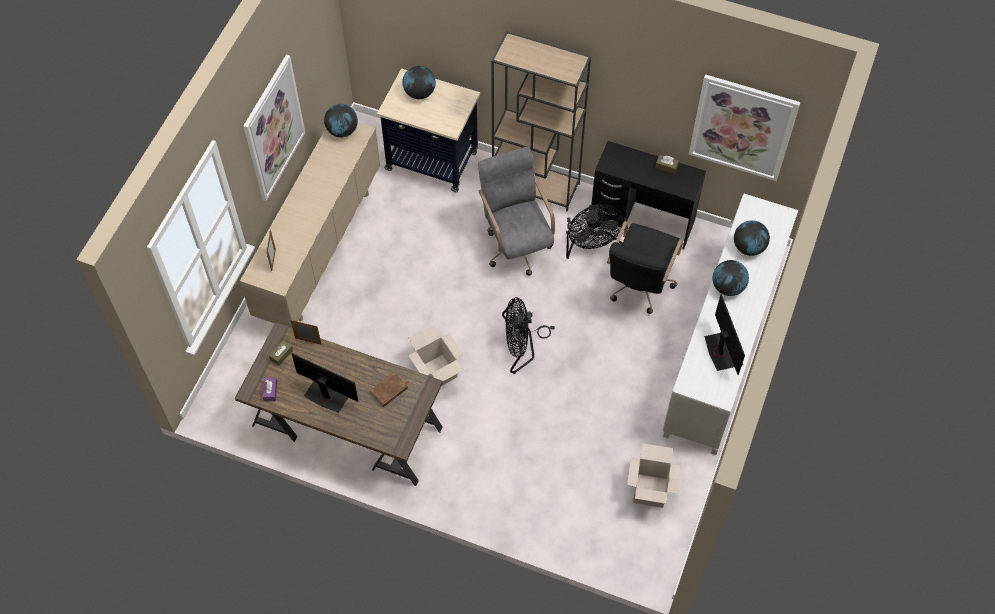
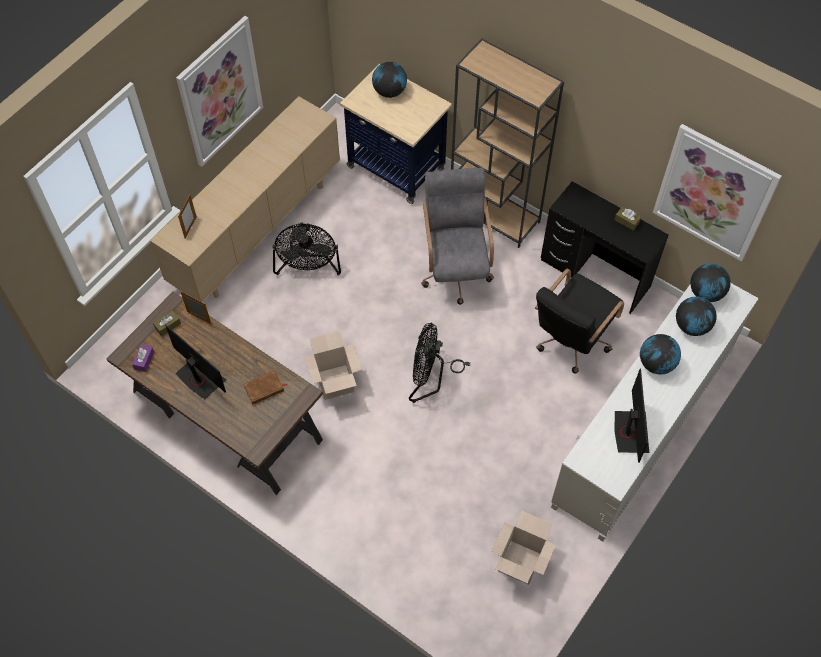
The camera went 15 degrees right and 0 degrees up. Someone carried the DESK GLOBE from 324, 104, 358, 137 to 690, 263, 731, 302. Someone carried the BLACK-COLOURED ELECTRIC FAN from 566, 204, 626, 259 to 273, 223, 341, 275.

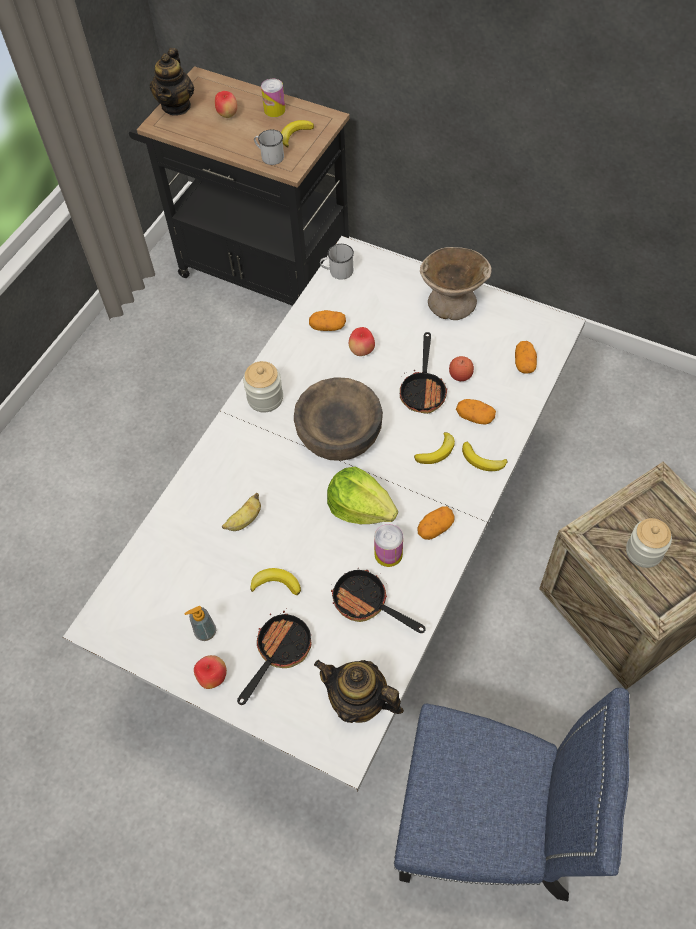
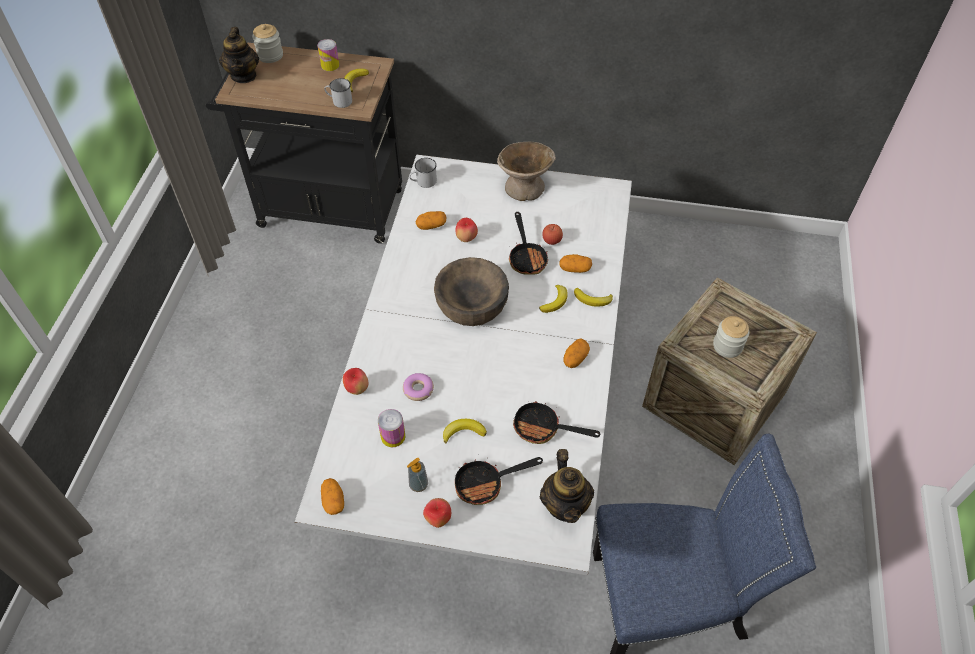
The camera went 20 degrees left and 5 degrees down. Someone carried the APPLE FRUIT from 215, 91, 237, 118 to 343, 368, 369, 395. Someone carried the SPUD from 515, 341, 537, 374 to 321, 478, 344, 515. Someone carried the PRESERVE JAR from 243, 361, 283, 413 to 252, 24, 283, 63. Someone took away the LETTUCE at 327, 467, 398, 524. Someone swapped the WHOLE BANANA at 222, 493, 261, 531 for the DONUT at 403, 373, 434, 401. Someone carried the SEALED CAN from 374, 524, 403, 567 to 378, 409, 405, 447. Someone rotated the PAN at 237, 611, 312, 705 by 120 degrees counterclockwise. Someone rotated the TEAPOT at 314, 660, 404, 723 by 105 degrees counterclockwise.

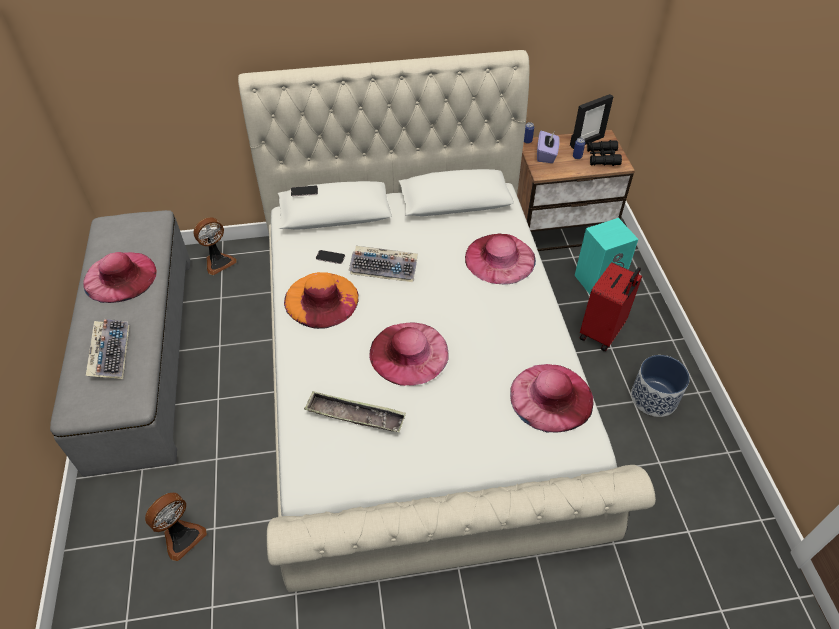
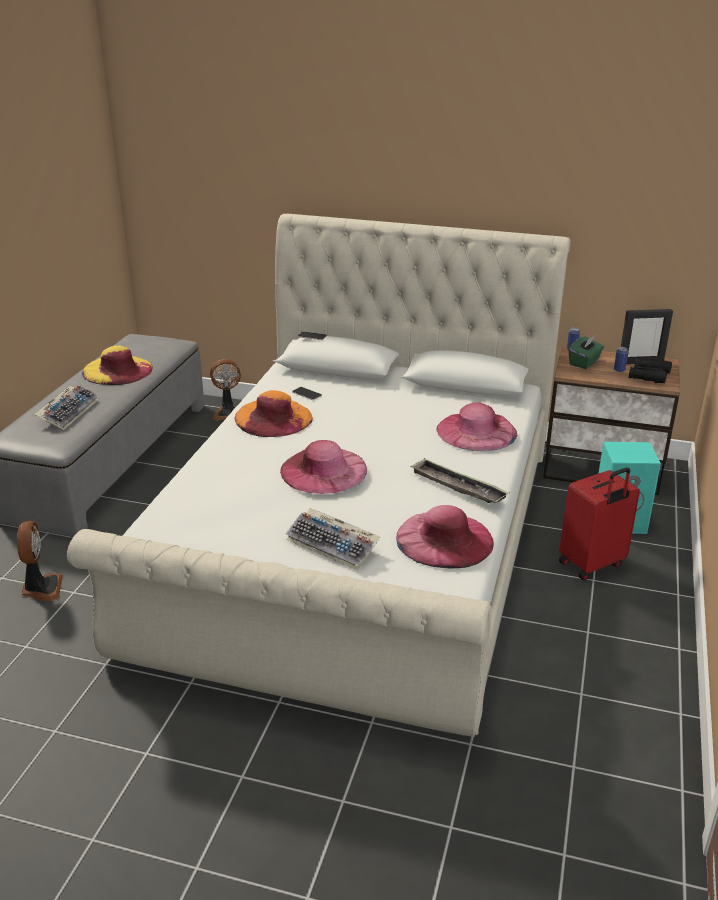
The camera went 25 degrees right and 20 degrees down. Someone repainted the PURPLISH TISSUE HOLDER at 537, 131, 560, 163, which became the GREEN-COLOURED TISSUE HOLDER at 569, 335, 604, 369. Someone carried the KEYBOARD from 349, 246, 418, 282 to 285, 508, 380, 570. Someone repainted the PINKISH CLOTHING HAT at 83, 252, 157, 303, which became the YELLOWISH CLOTHING HAT at 82, 345, 153, 385. Someone took away the PLANT POT at 631, 355, 690, 417. Someone carried the CARRYING TRAY from 304, 391, 406, 432 to 410, 458, 510, 503. Someone rotated the ELECTRIC FAN at 145, 493, 207, 561 by 75 degrees counterclockwise.

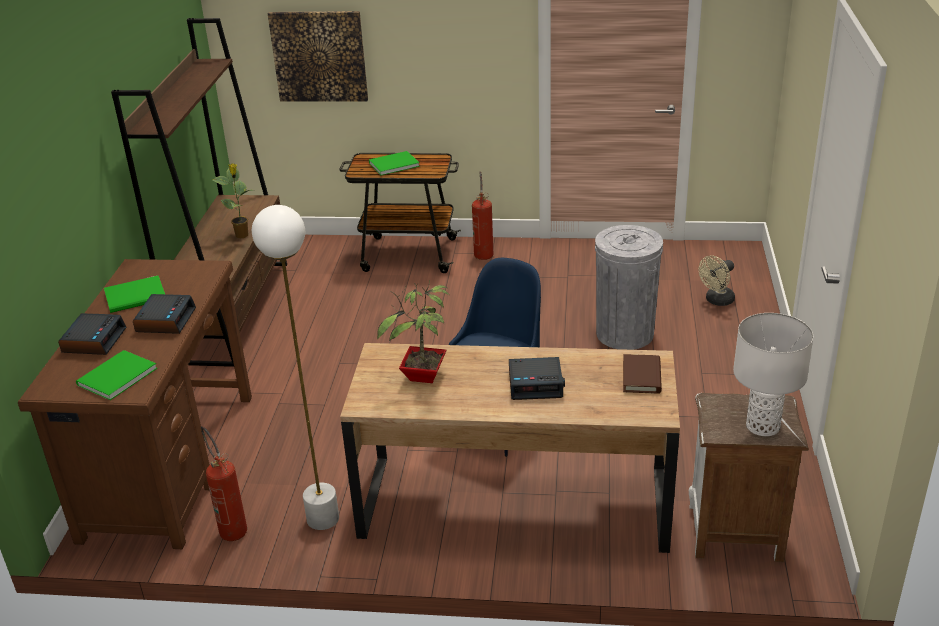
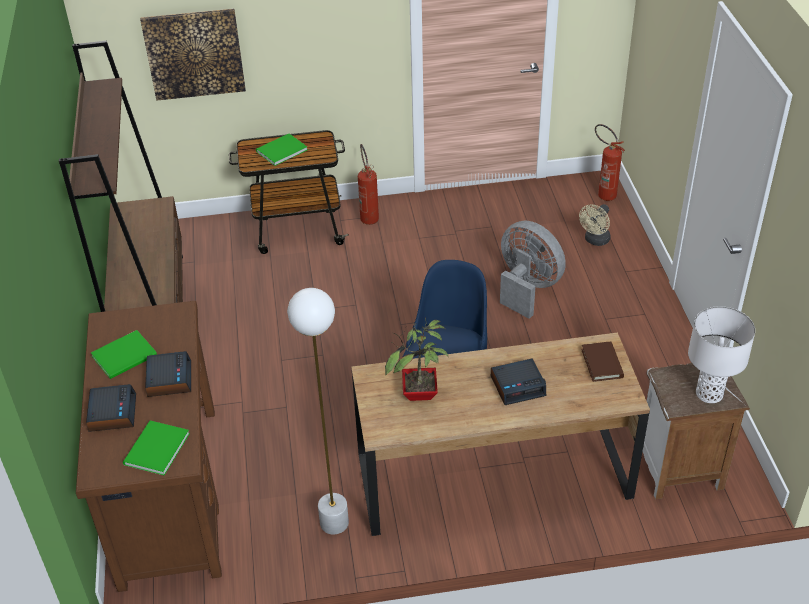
The camera went 15 degrees left and 10 degrees up. Someone took away the HOUSEPLANT at 213, 164, 254, 238. Someone swapped the GREYISH RUBBISH BIN at 595, 225, 663, 350 for the GREYISH ELECTRIC FAN at 500, 221, 566, 319. Someone carried the FIRE EXTINGUISHER from 201, 426, 247, 541 to 595, 124, 625, 201.

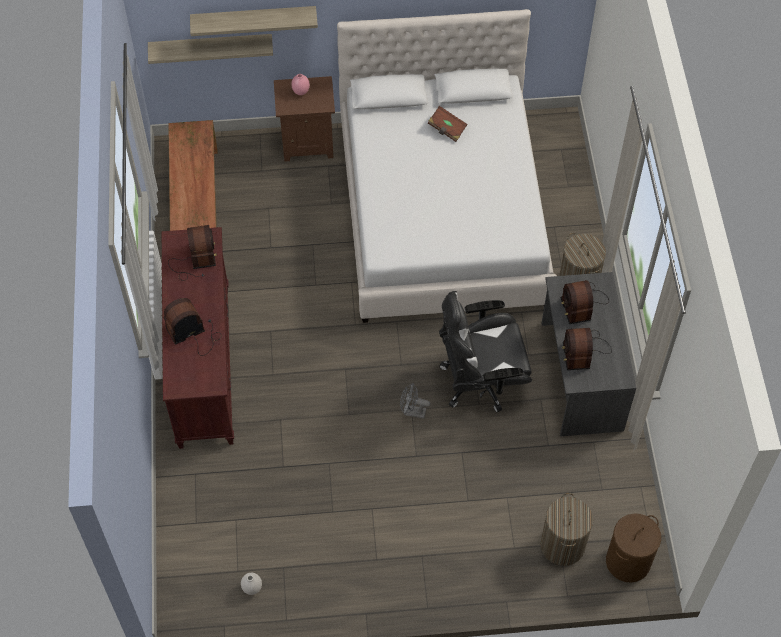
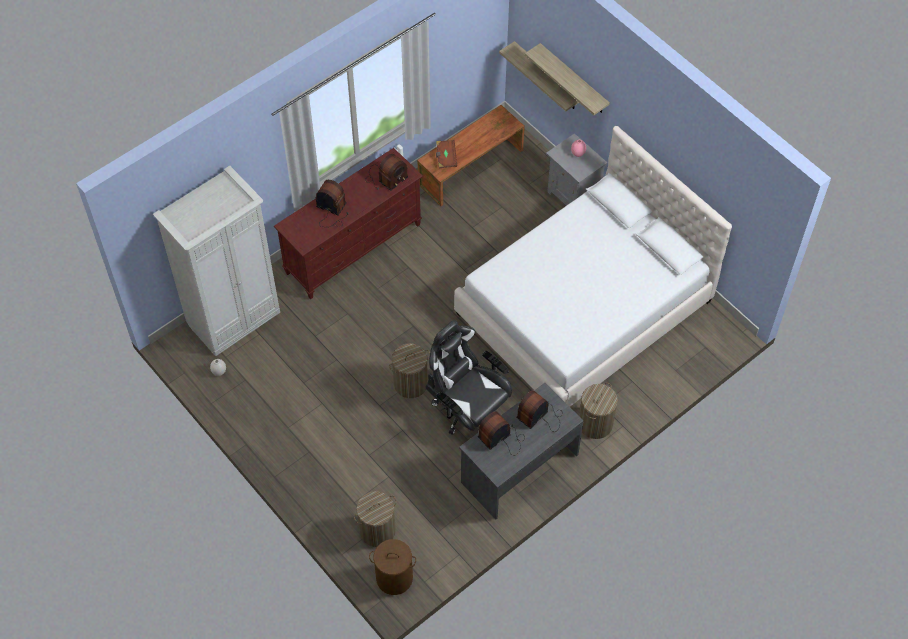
The camera went 55 degrees right and 0 degrees up. Someone repainted the BROWN BEDSIDE TABLE at 274, 76, 335, 161, which became the GREYISH BEDSIDE TABLE at 546, 133, 607, 206. Someone carried the BROWN BOUND BOOK from 428, 106, 468, 142 to 436, 140, 457, 168. Someone swapped the GREYISH ELECTRIC FAN at 400, 383, 430, 419 for the WASHING BASKET at 389, 343, 430, 398. Someone put down the WHITE-COLOURED CLOTHES CUPBOARD at 153, 166, 280, 356.

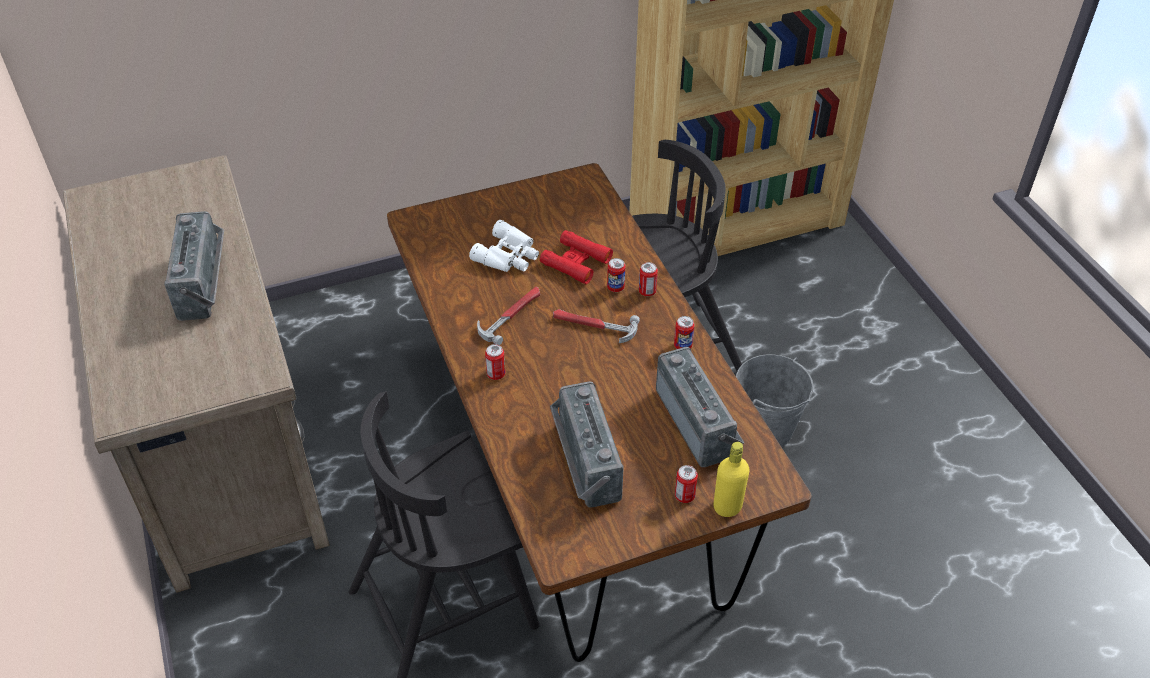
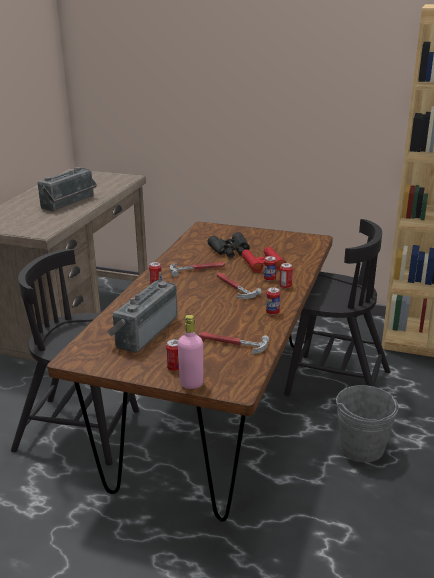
The camera went 40 degrees right and 20 degrees down. Someone repainted the WHITE-COLOURED BINOCULARS at 469, 220, 539, 272, which became the BLACK-COLOURED BINOCULARS at 208, 232, 250, 258. Someone swapped the RADIO SET at 656, 347, 744, 467 for the HAND HAMMER at 199, 332, 269, 354. Someone repainted the YELLOWISH BOTTLE at 713, 442, 750, 517, which became the PINKISH BOTTLE at 178, 315, 203, 389.

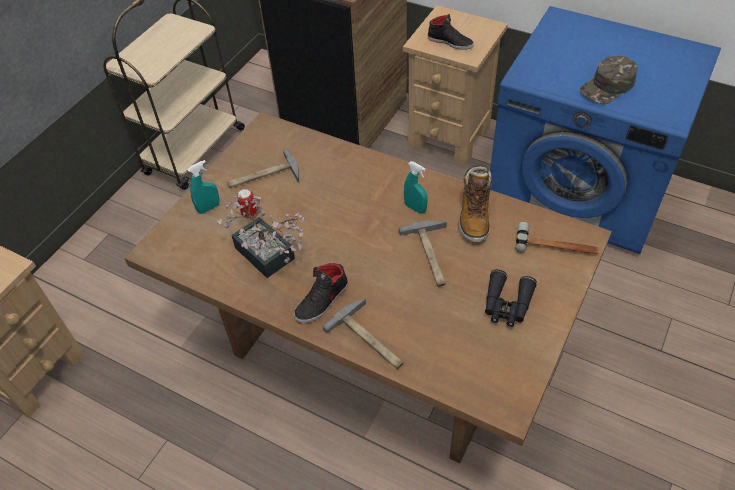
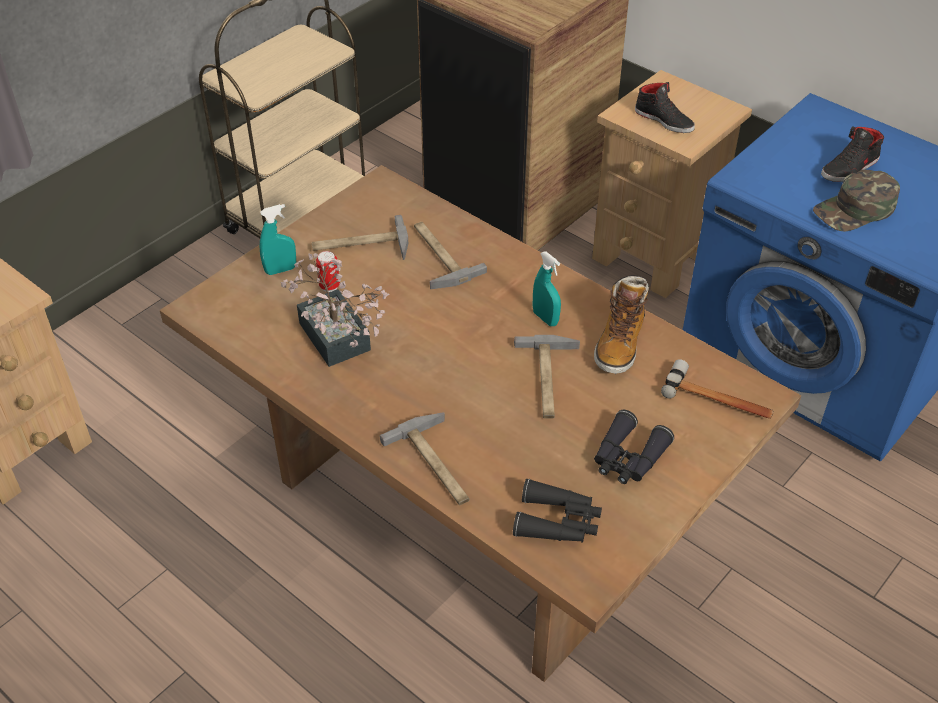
The camera went 10 degrees right and 5 degrees down. Someone carried the BLACK-COLOURED SHOE from 294, 263, 348, 323 to 821, 126, 884, 182. Someone put down the HAND HAMMER at 414, 222, 487, 289. Someone put down the BLACK-COLOURED BINOCULARS at 513, 479, 602, 543.

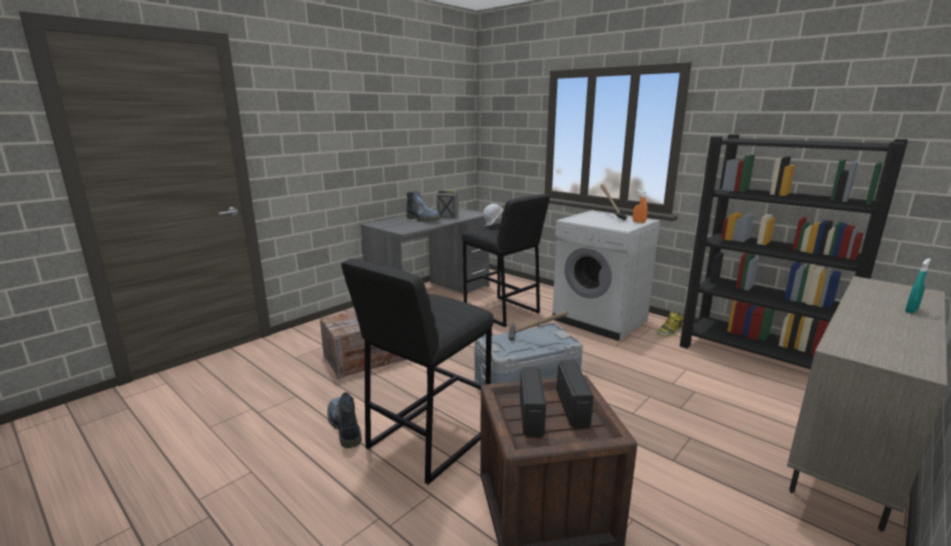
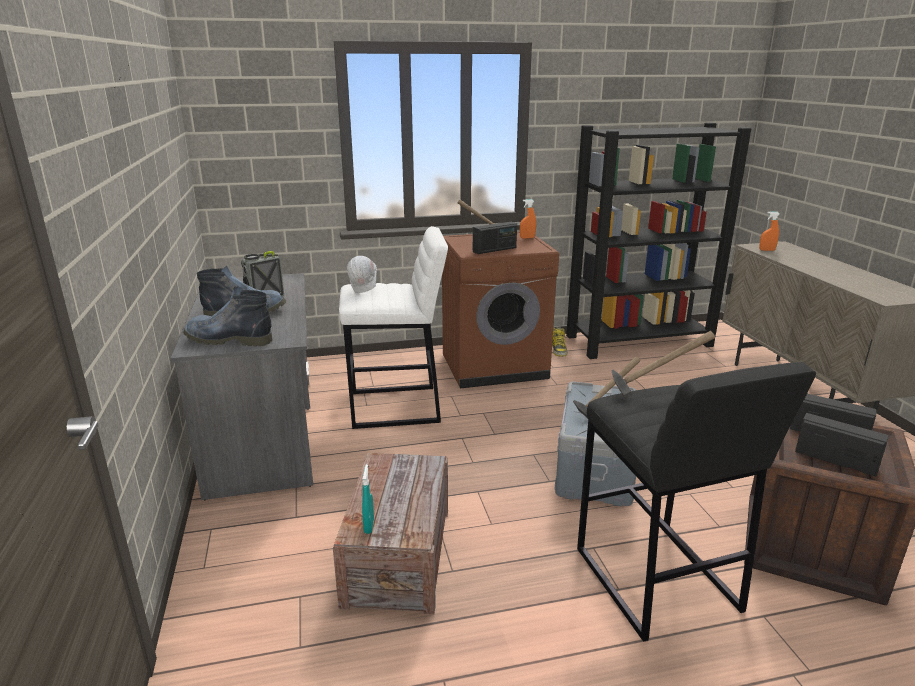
The camera went 55 degrees left and 5 degrees up. Someone repainted the BLACK-COLOURED SITTING STOOL at 462, 194, 550, 327, which became the WHITE-COLOURED SITTING STOOL at 339, 226, 448, 429. Someone repainted the WHITE-COLOURED LAUNDRY MACHINE at 552, 210, 660, 341, which became the BROWN LAUNDRY MACHINE at 442, 232, 559, 388. Someone carried the BLUE-GREEN SPRAYER from 905, 258, 931, 313 to 362, 465, 374, 534. Someone carried the HIGH-TOP BOOT from 327, 392, 362, 448 to 183, 287, 272, 346. Someone put down the ORANGE SPRAYER at 759, 211, 780, 251. Someone put down the RADIO SET at 473, 222, 517, 254. Someone put down the HAND HAMMER at 611, 331, 715, 398.

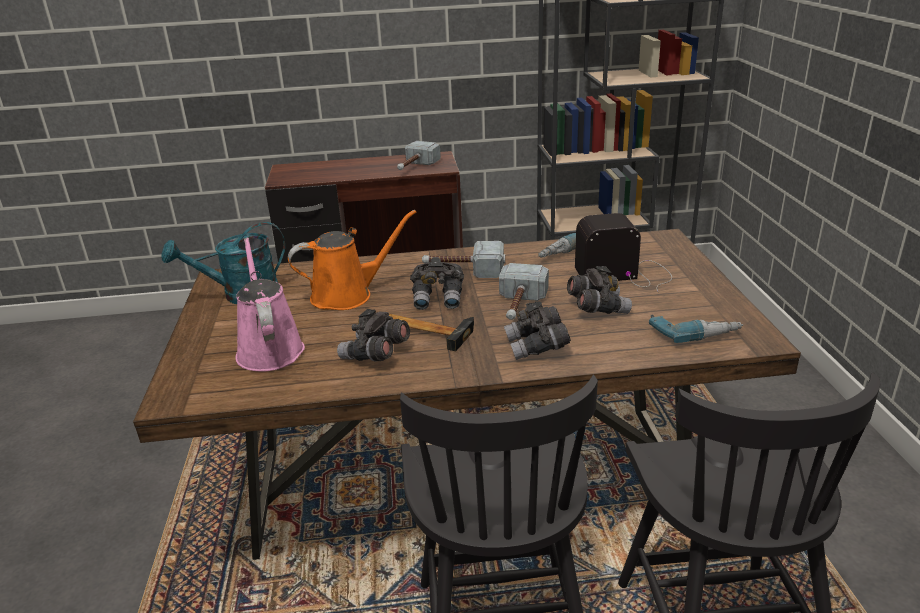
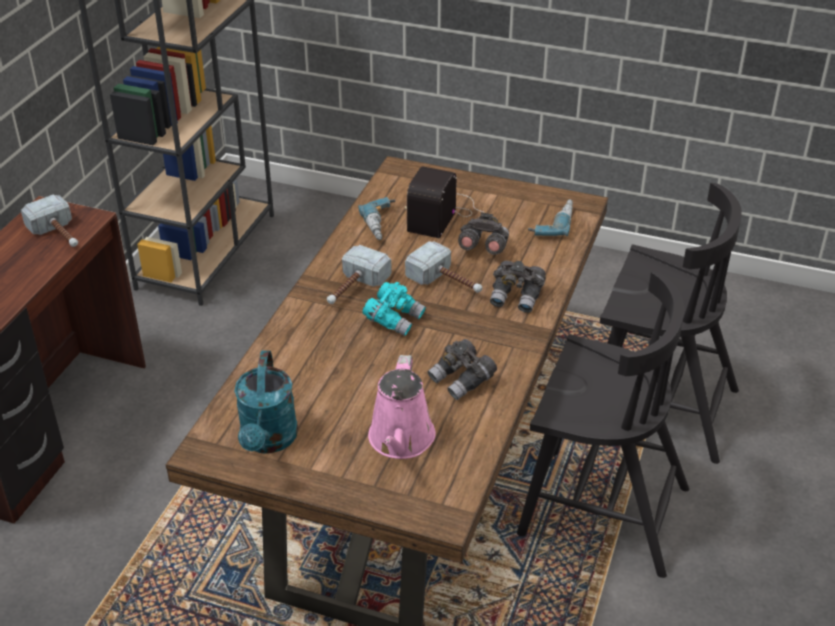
The camera went 65 degrees left and 10 degrees up. Someone took away the ORANGE SPRINKLING CAN at 288, 210, 416, 310. Someone rotated the PINKISH SPRINKLING CAN at 236, 238, 305, 371 by 90 degrees counterclockwise. Someone repainted the GREYISH BINOCULARS at 410, 257, 464, 310, which became the BLUE-GREEN BINOCULARS at 362, 282, 426, 336. Someone took away the HAND HAMMER at 389, 314, 474, 351.

